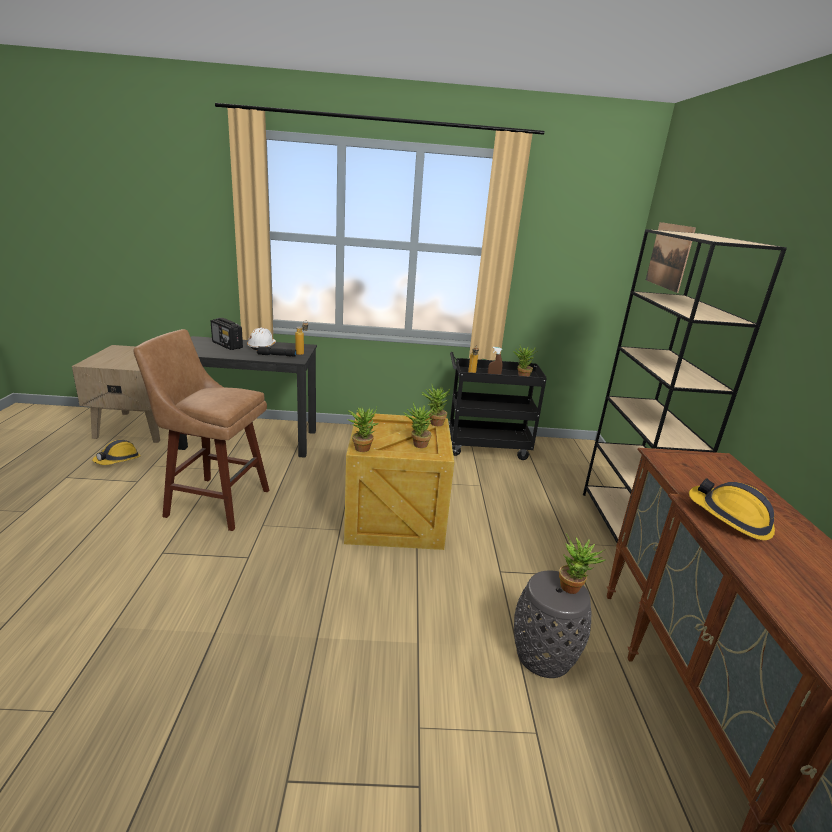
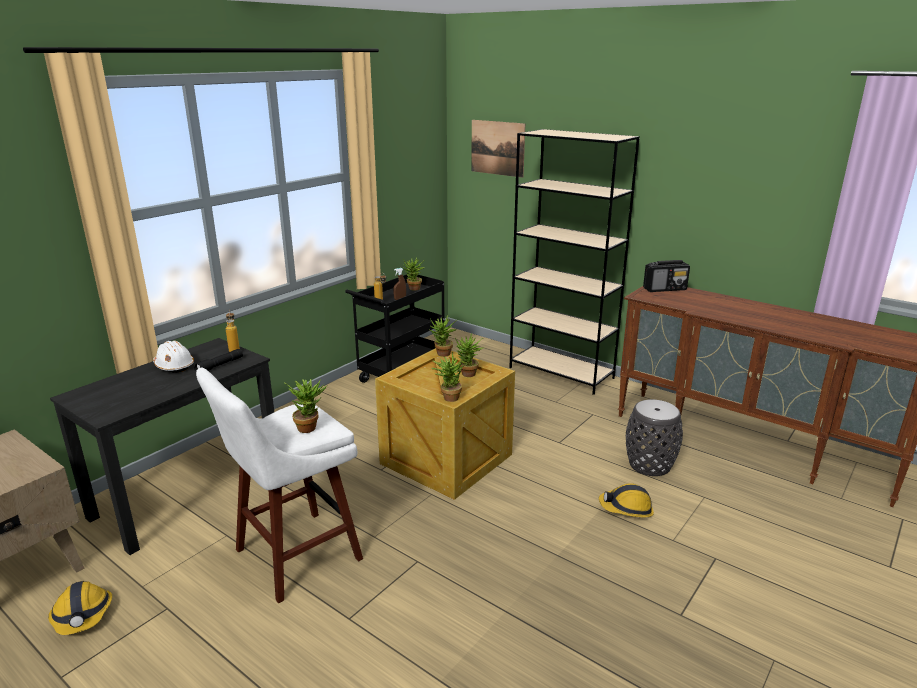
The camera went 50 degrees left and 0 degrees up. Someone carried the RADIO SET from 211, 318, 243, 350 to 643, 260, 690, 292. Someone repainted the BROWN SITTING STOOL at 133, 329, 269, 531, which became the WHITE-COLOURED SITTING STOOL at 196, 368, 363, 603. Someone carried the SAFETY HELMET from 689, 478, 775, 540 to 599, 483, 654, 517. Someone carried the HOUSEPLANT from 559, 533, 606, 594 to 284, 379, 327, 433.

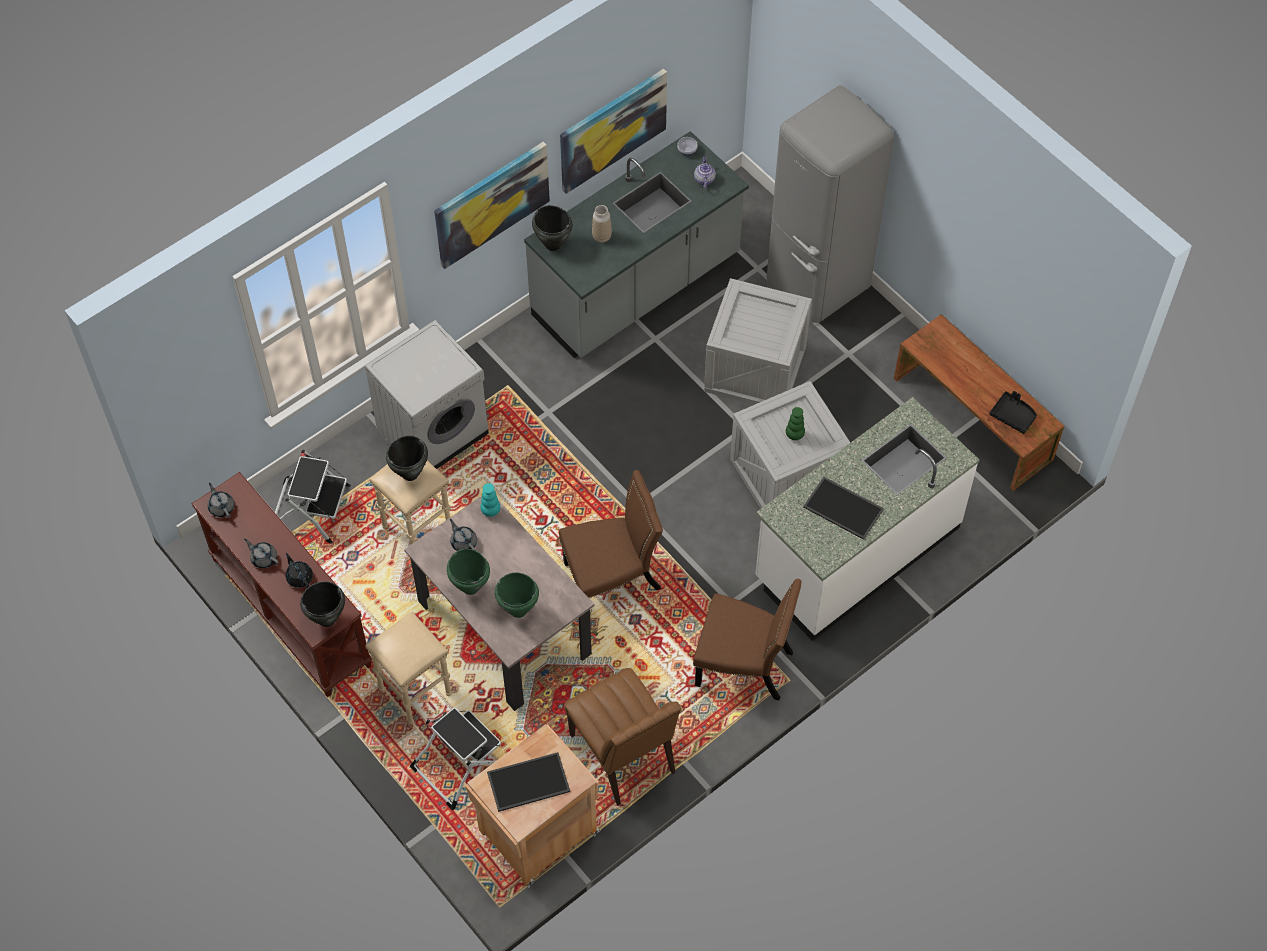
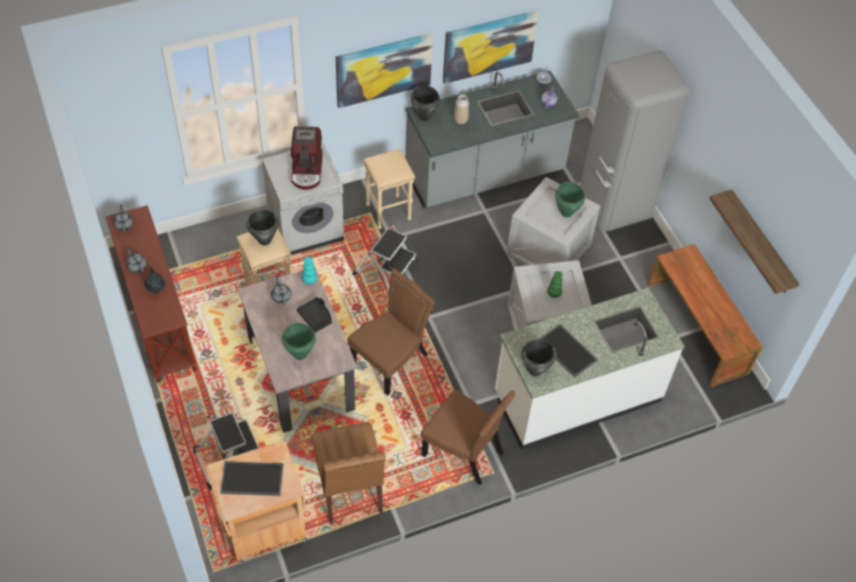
The camera went 15 degrees right and 5 degrees down. Someone carried the BLACK-COLOURED CARRYING TRAY from 989, 391, 1037, 434 to 297, 297, 332, 333. Someone carried the STEP STOOL from 275, 450, 351, 544 to 352, 224, 418, 293. Someone rotated the BROWN PLAIN CHAIR at 559, 470, 663, 599 by 45 degrees counterclockwise. Someone carried the GREEN-COLOURED COOKING POT from 447, 549, 490, 595 to 555, 182, 585, 217. Someone carried the BLACK-COLOURED COOKING POT from 300, 581, 345, 627 to 521, 339, 556, 376. Someone carried the BEIGE SITTING STOOL from 365, 612, 452, 725 to 363, 149, 415, 229. Someone put down the COFFEE BREWER at 291, 126, 323, 190. Someone put up the BRACKET SHELF at 709, 189, 799, 294.

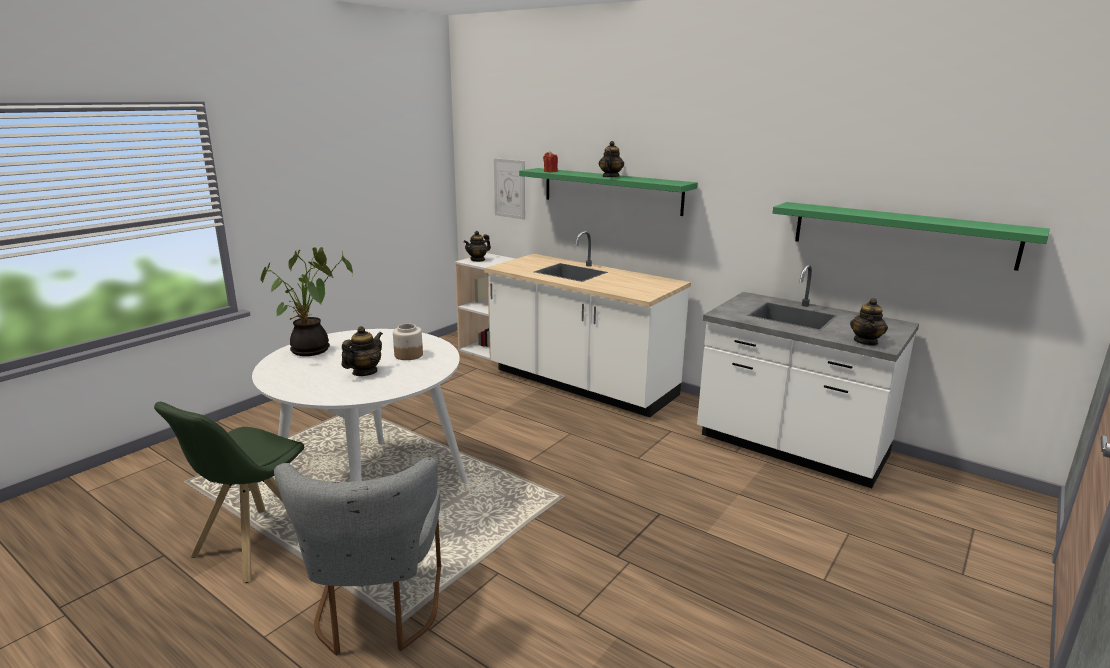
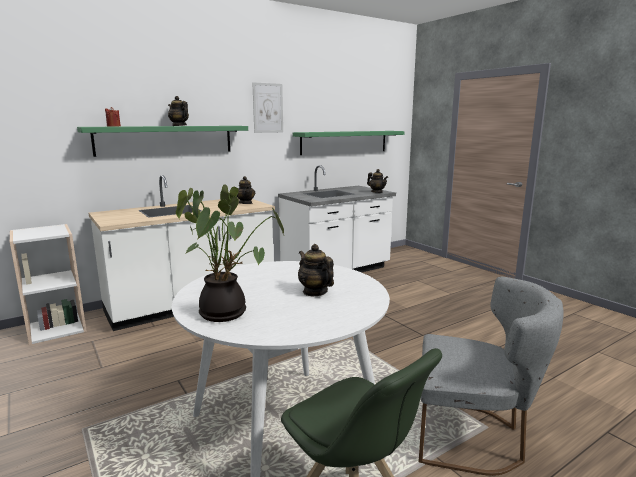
The camera went 70 degrees left and 5 degrees down. Someone carried the PICTURE from 494, 158, 525, 220 to 252, 82, 283, 133. Someone carried the TEAPOT from 464, 231, 491, 262 to 237, 176, 255, 204. Someone took away the PRESERVE JAR at 393, 324, 423, 360.

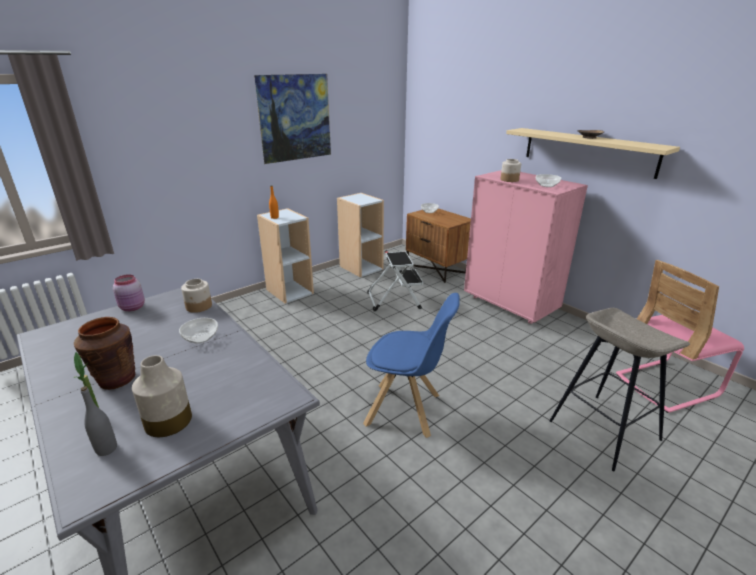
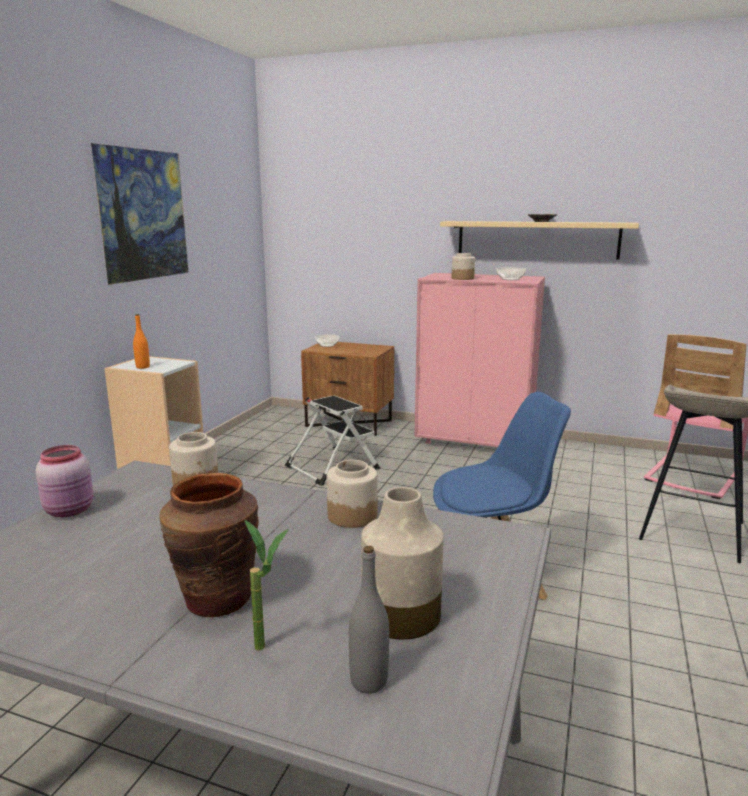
The camera went 30 degrees left and 10 degrees down. Someone took away the BOOKCASE at 337, 193, 384, 277. Someone took away the SERVING BOWL at 179, 318, 218, 344. Someone put down the PRESERVE JAR at 327, 460, 378, 528.

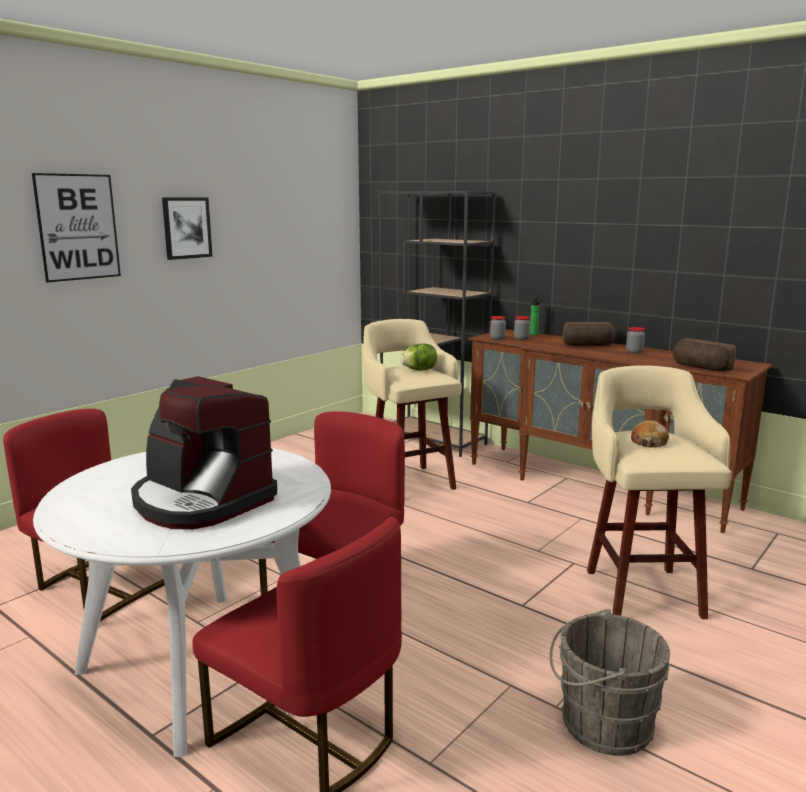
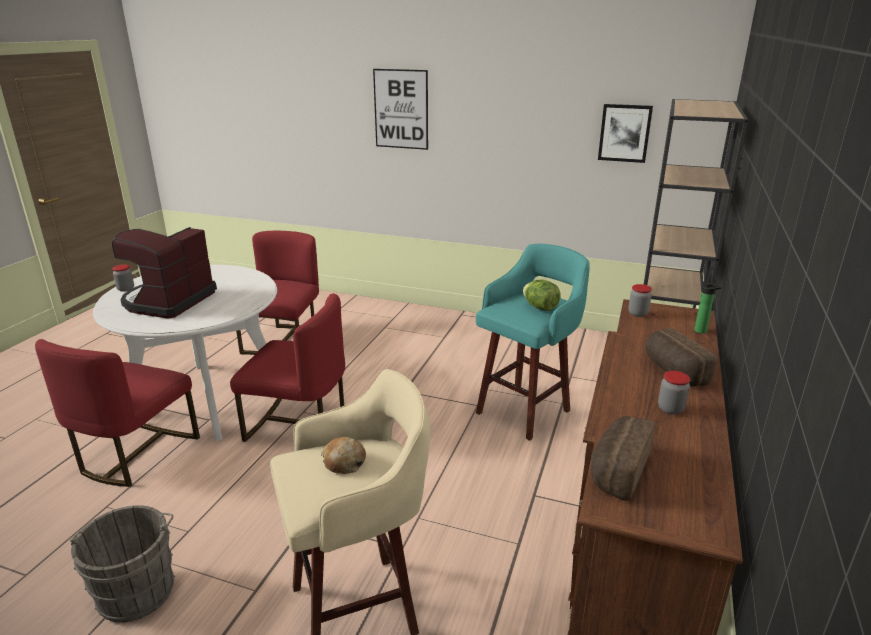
The camera went 70 degrees right and 10 degrees up. Someone carried the PICTURE from 162, 197, 213, 260 to 598, 104, 653, 163. Someone carried the PRESERVE JAR from 514, 316, 530, 340 to 112, 265, 134, 292. Someone repainted the BEIGE SITTING STOOL at 363, 319, 462, 490, which became the BLUE-GREEN SITTING STOOL at 476, 244, 590, 441.

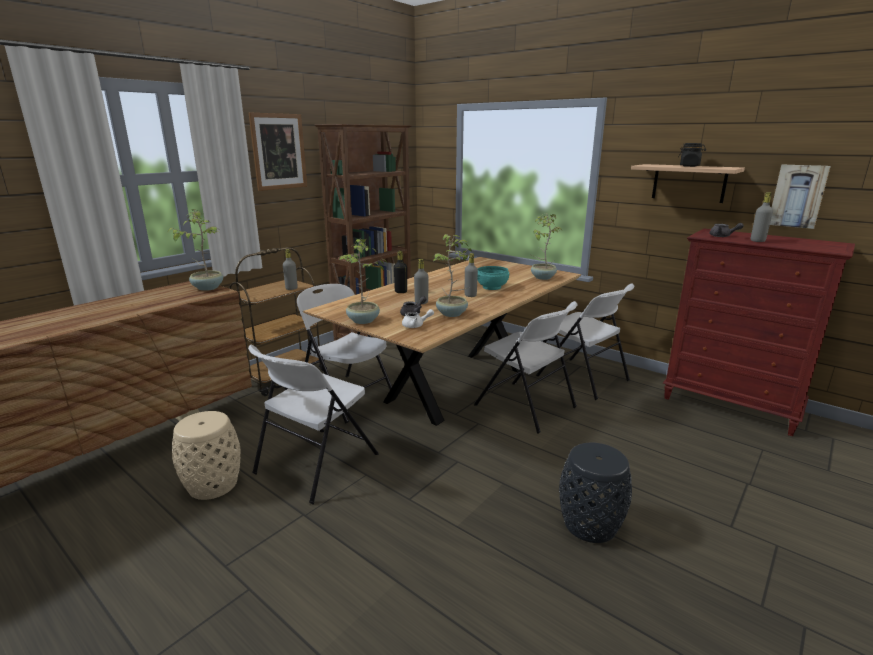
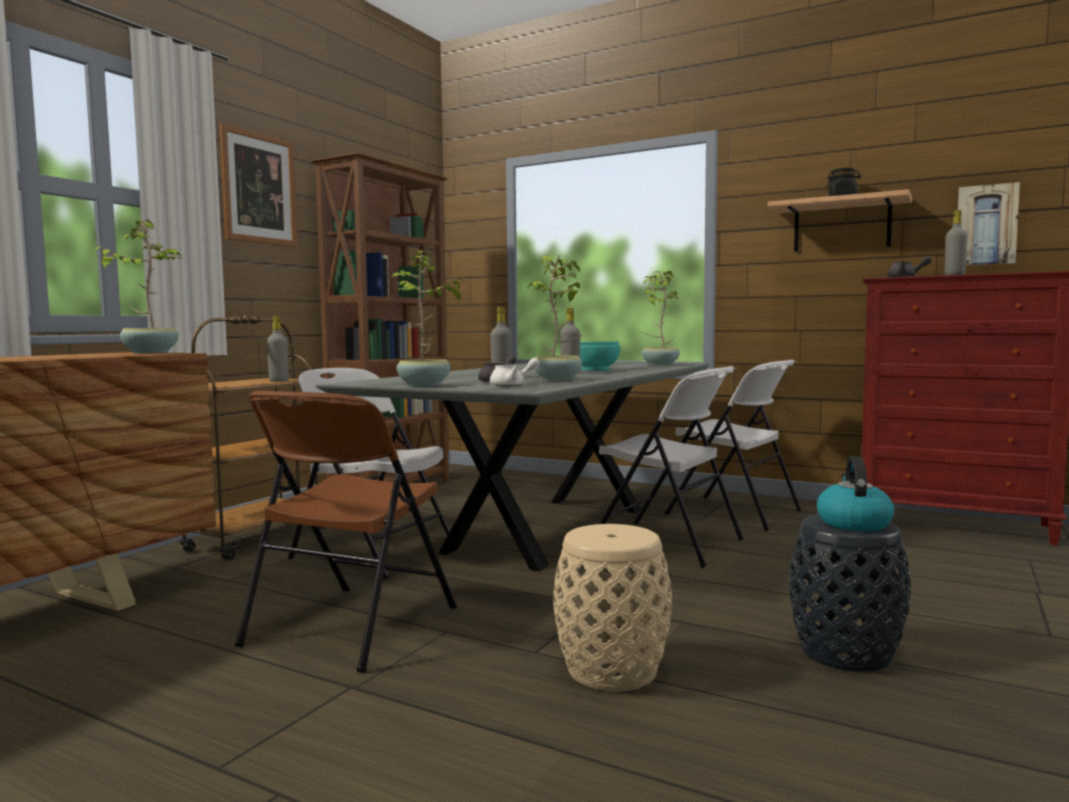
The camera went 10 degrees left and 15 degrees down. Someone took away the BLACK-COLOURED BOTTLE at 394, 251, 407, 293. Someone repainted the BROWN DINNER TABLE at 303, 257, 581, 426, which became the GREYISH DINNER TABLE at 316, 362, 710, 571. Someone repainted the WHITE-COLOURED PLAIN CHAIR at 248, 345, 379, 505, which became the BROWN PLAIN CHAIR at 235, 391, 457, 673. Someone carried the BEIGE SITTING STOOL from 172, 411, 241, 500 to 553, 524, 672, 691. Someone put down the WATER KETTLE at 817, 456, 894, 531.

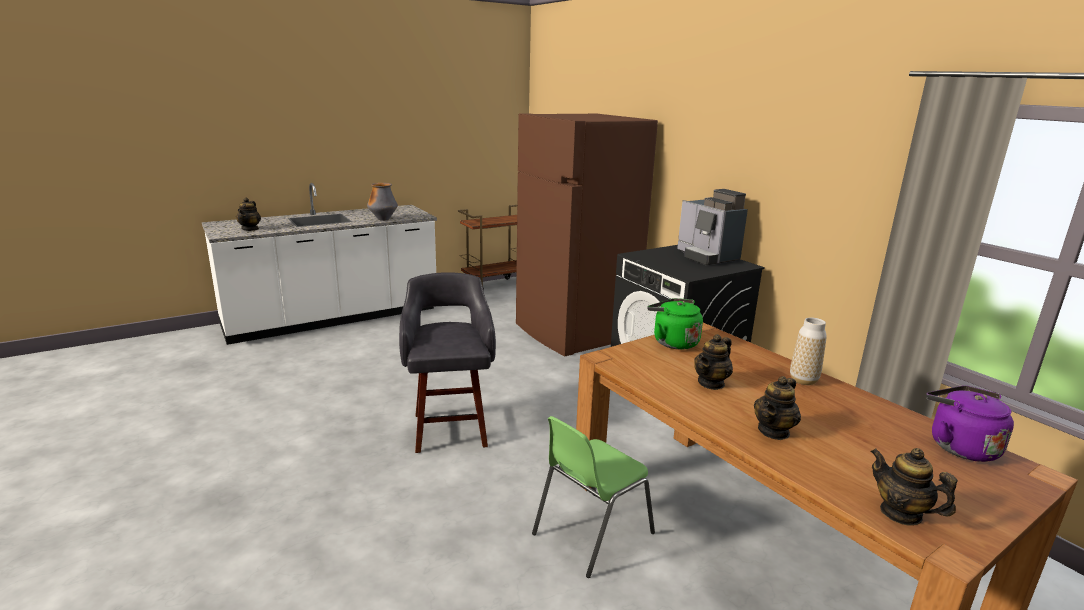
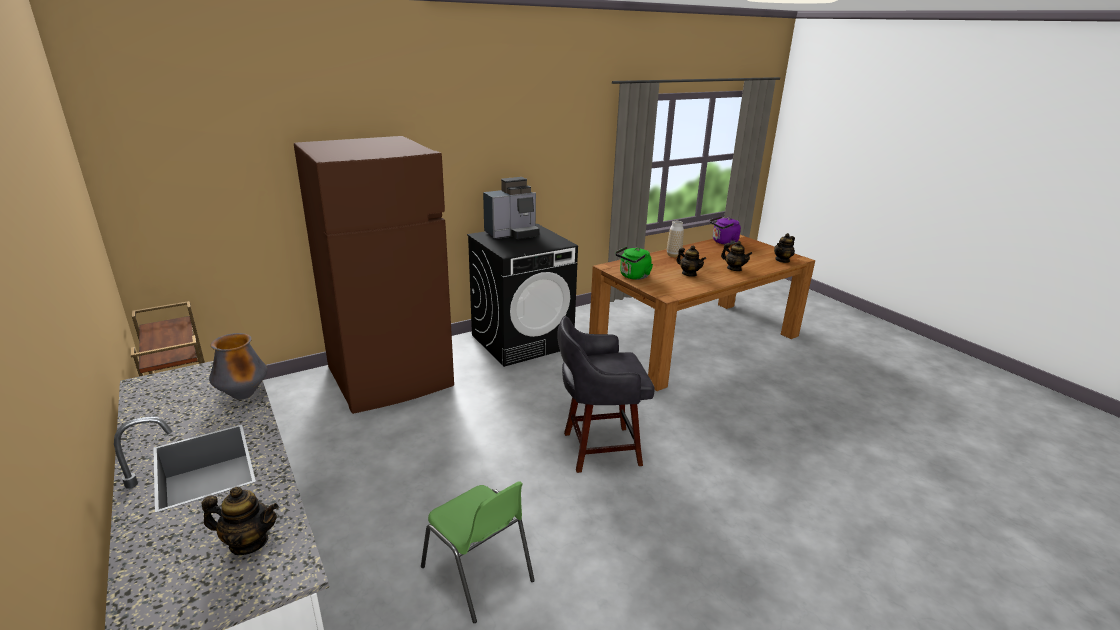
The camera went 90 degrees left and 5 degrees up. Someone carried the GREEN-COLOURED PLAIN CHAIR from 532, 416, 655, 578 to 421, 481, 535, 623.

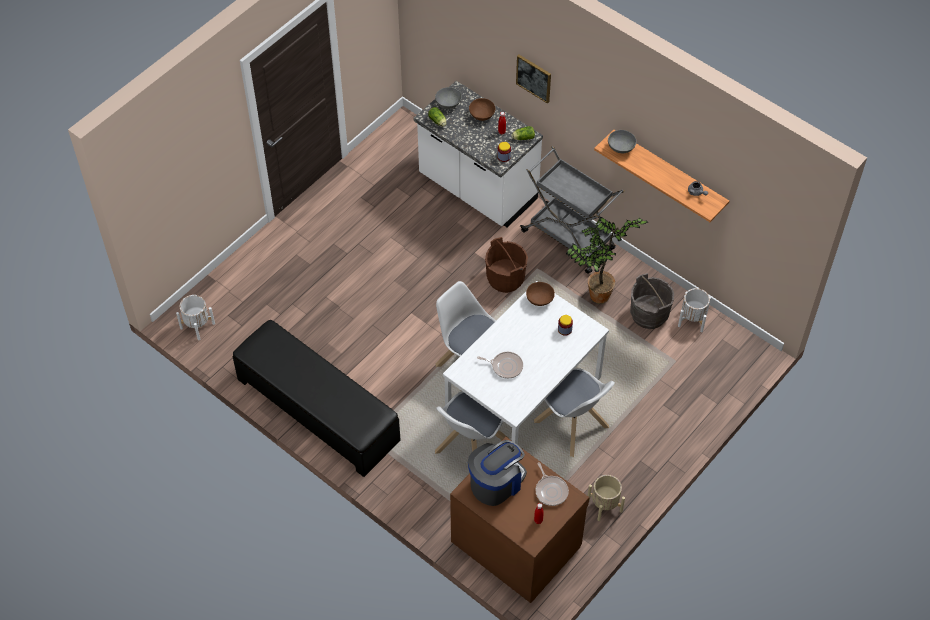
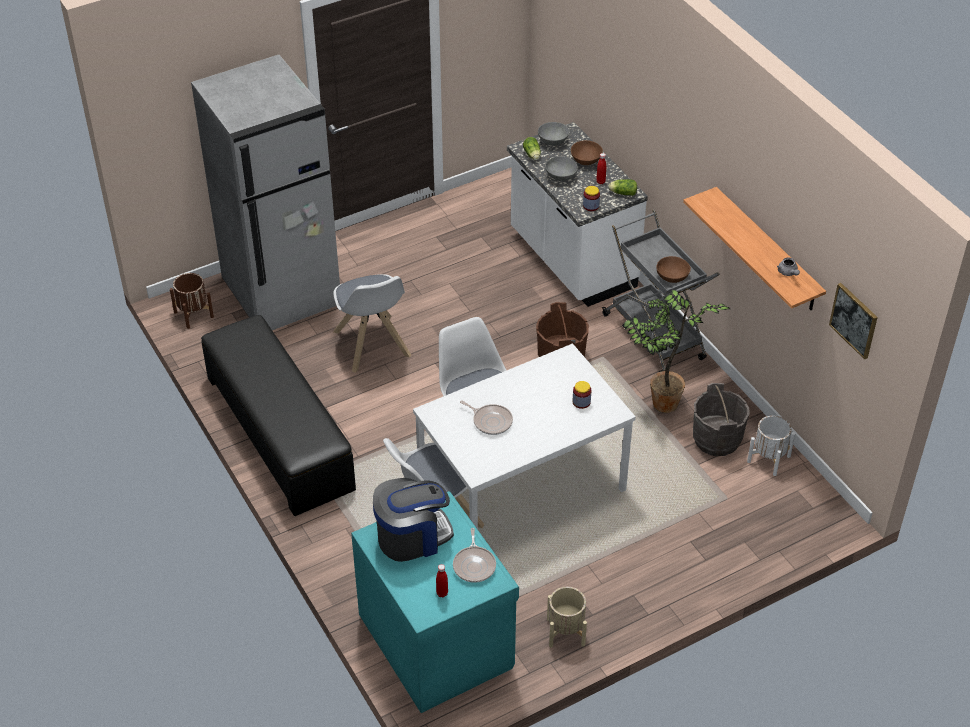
The camera went 20 degrees right and 10 degrees down. Someone carried the PICTURE from 516, 55, 551, 104 to 829, 283, 878, 360. Someone carried the GREYISH SERVING BOWL from 608, 130, 637, 153 to 545, 156, 578, 181. Someone carried the BROWN SERVING BOWL from 526, 282, 555, 306 to 656, 256, 691, 283. Someone repainted the WHITE-COLOURED PLANT POT at 176, 295, 215, 340, which became the BROWN PLANT POT at 170, 273, 214, 329. Someone carried the PLAIN CHAIR from 534, 368, 615, 457 to 333, 274, 411, 373. Someone repainted the BROWN LAUNDRY MACHINE at 450, 437, 589, 603, which became the BLUE-GREEN LAUNDRY MACHINE at 351, 491, 519, 713. Someone put down the GREYISH KITCHEN FRIDGE at 191, 55, 340, 330.

